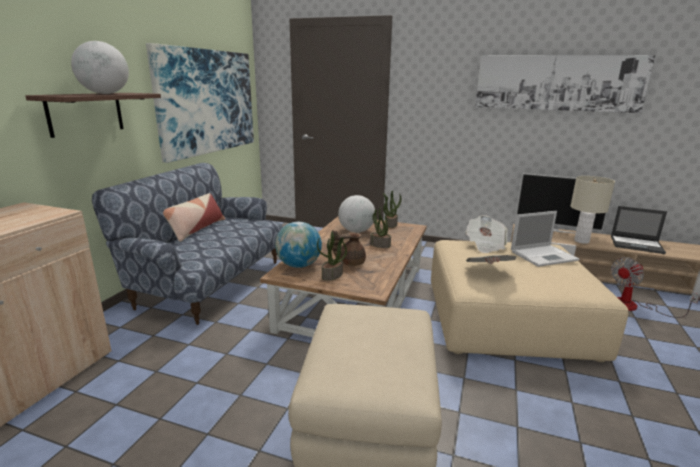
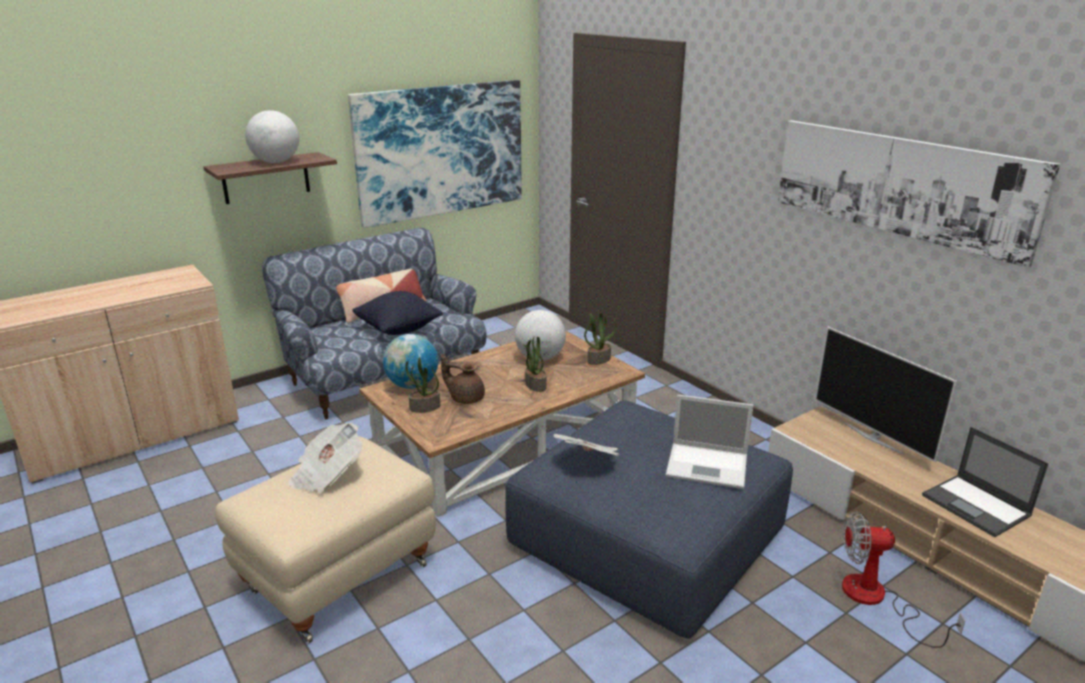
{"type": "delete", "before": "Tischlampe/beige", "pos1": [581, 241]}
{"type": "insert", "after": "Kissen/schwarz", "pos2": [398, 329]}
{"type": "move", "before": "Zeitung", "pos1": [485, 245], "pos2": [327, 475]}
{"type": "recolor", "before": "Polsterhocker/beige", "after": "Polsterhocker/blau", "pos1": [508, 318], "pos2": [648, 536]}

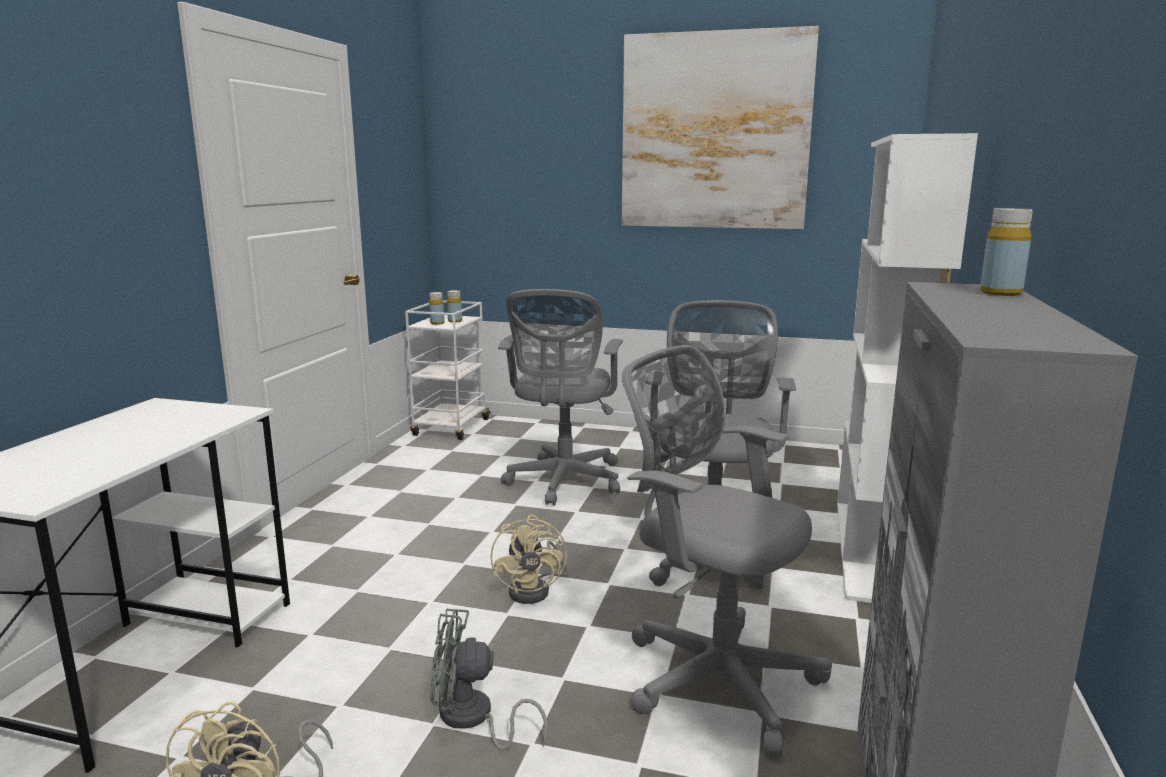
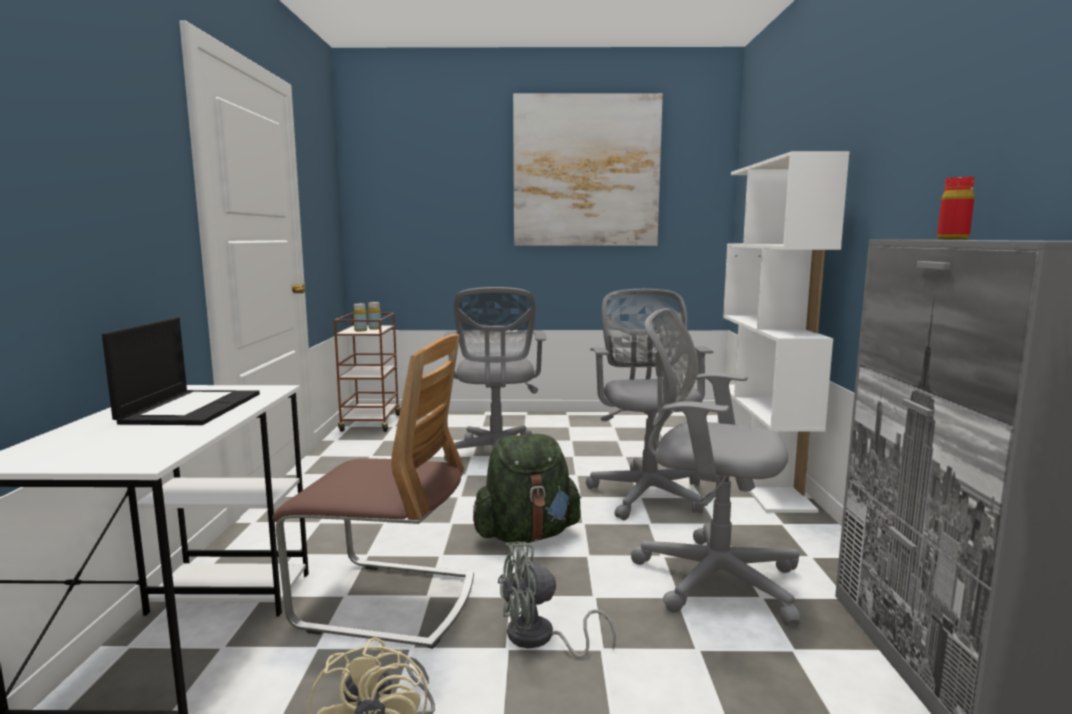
{"type": "insert", "after": "Laptop", "pos2": [191, 408]}
{"type": "insert", "after": "Stuhl", "pos2": [387, 602]}
{"type": "replace", "before": "Ventilator/beige", "after": "Rucksack/grün", "pos1": [536, 590], "pos2": [527, 535]}
{"type": "recolor", "before": "Rollwagen/weiß", "after": "Rollwagen/braun", "pos1": [451, 428], "pos2": [371, 423]}
{"type": "recolor", "before": "Flasche/gelb", "after": "Flasche/rot", "pos1": [1000, 293], "pos2": [952, 239]}

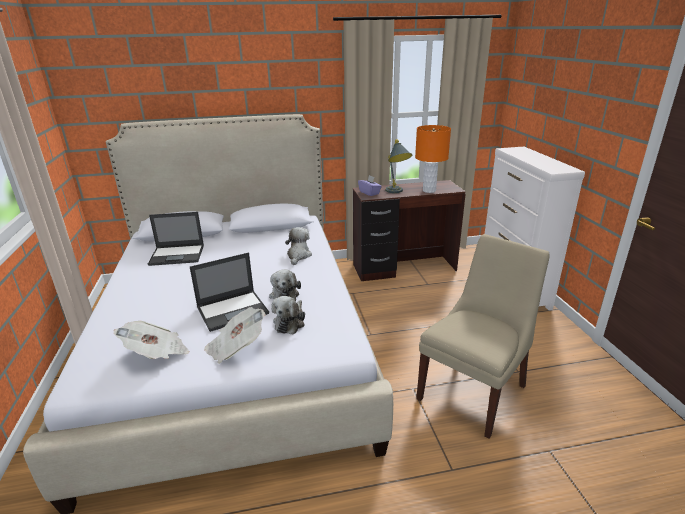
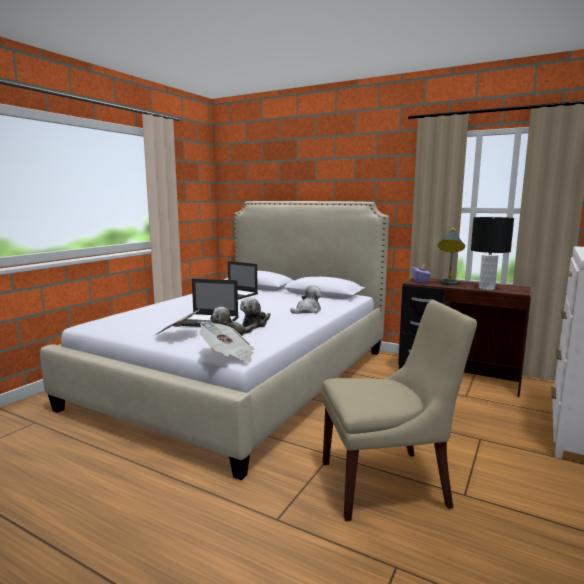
{"type": "move", "before": "Zeitung", "pos1": [157, 353], "pos2": [228, 356]}
{"type": "recolor", "before": "Tischlampe/orange", "after": "Tischlampe/schwarz", "pos1": [429, 190], "pos2": [486, 288]}

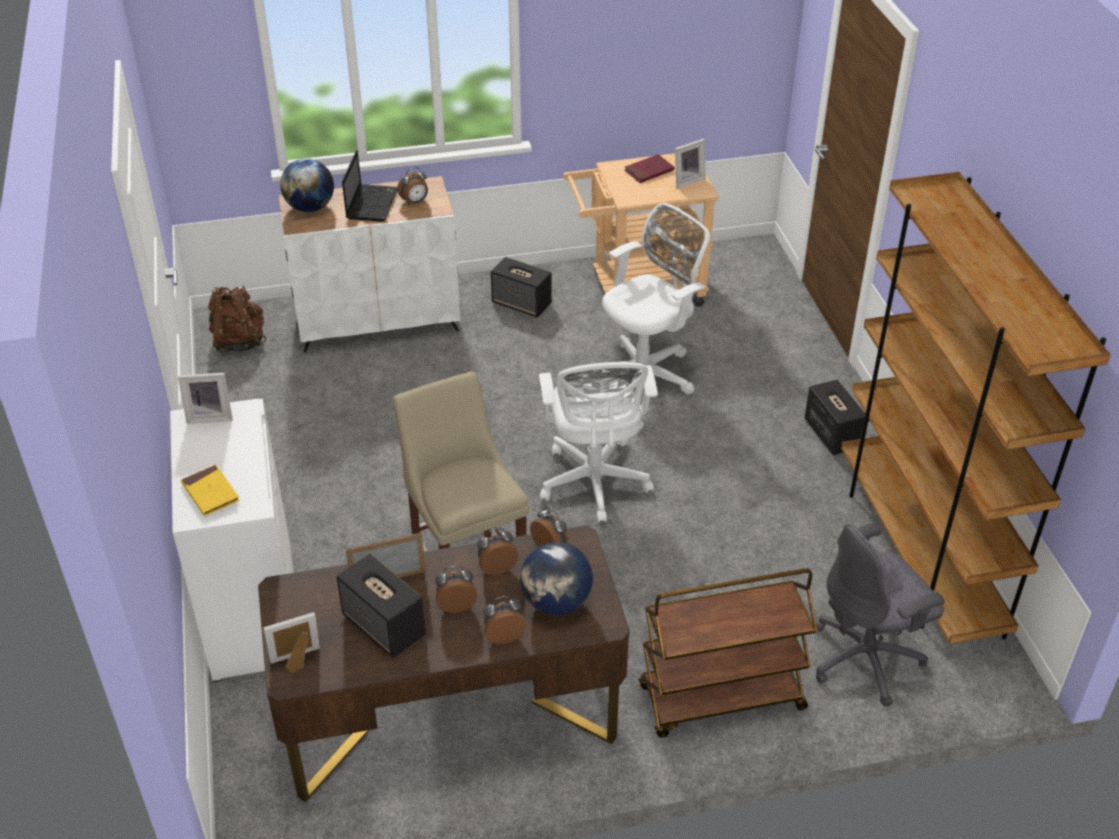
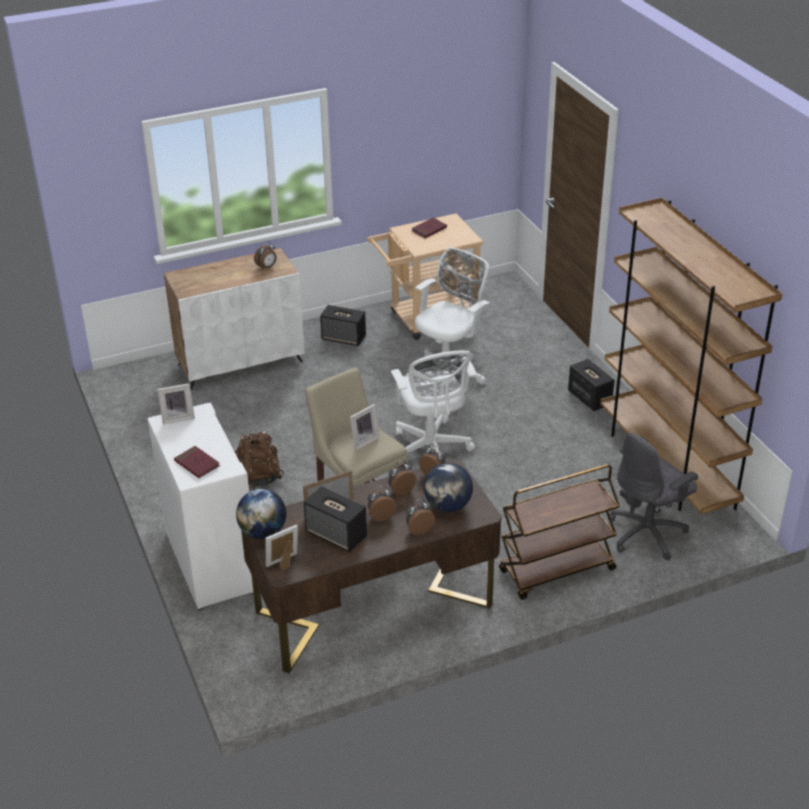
{"type": "delete", "before": "Laptop", "pos1": [372, 203]}
{"type": "move", "before": "Rucksack/braun", "pos1": [239, 341], "pos2": [258, 477]}
{"type": "move", "before": "Globus", "pos1": [310, 207], "pos2": [263, 532]}
{"type": "move", "before": "Bilderrahmen", "pos1": [687, 180], "pos2": [363, 440]}
{"type": "recolor", "before": "Buch/gelb", "after": "Buch/rot", "pos1": [210, 493], "pos2": [197, 464]}

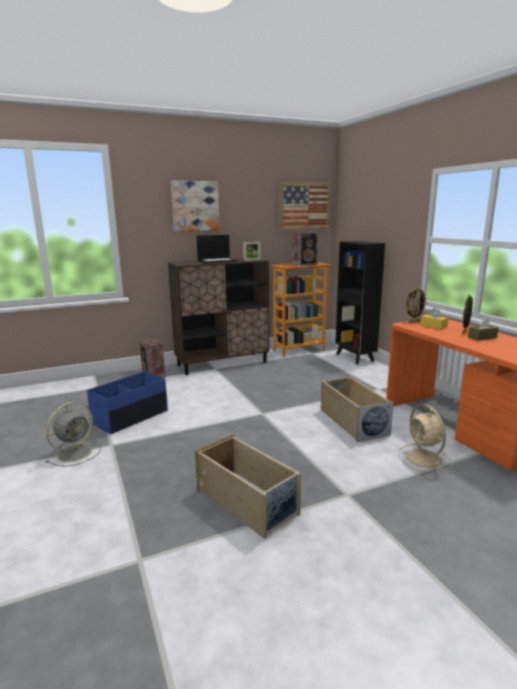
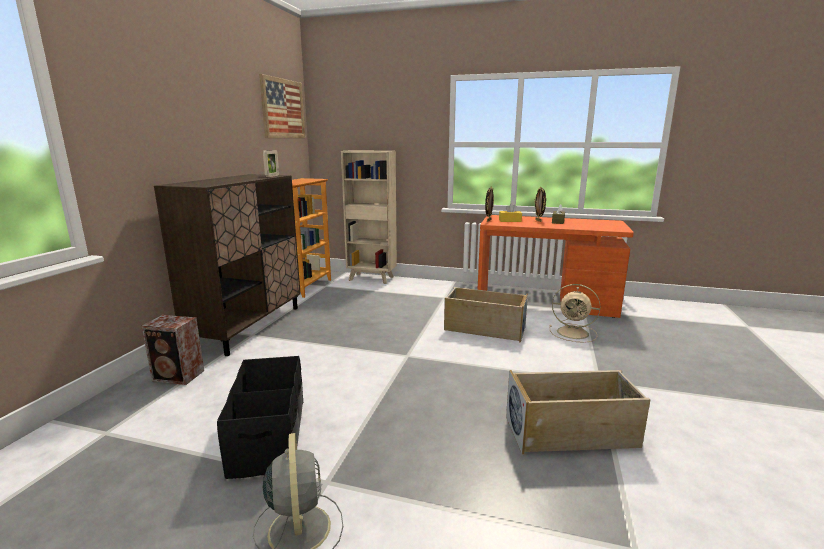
{"type": "delete", "before": "Bild", "pos1": [195, 206]}
{"type": "delete", "before": "Laptop", "pos1": [217, 261]}
{"type": "delete", "before": "Lautsprecher", "pos1": [305, 264]}
{"type": "recolor", "before": "Aufbewahrungsbox/blau", "after": "Aufbewahrungsbox/schwarz", "pos1": [130, 417], "pos2": [269, 436]}
{"type": "recolor", "before": "Bücherregal/schwarz", "after": "Bücherregal/beige", "pos1": [355, 358], "pos2": [372, 279]}

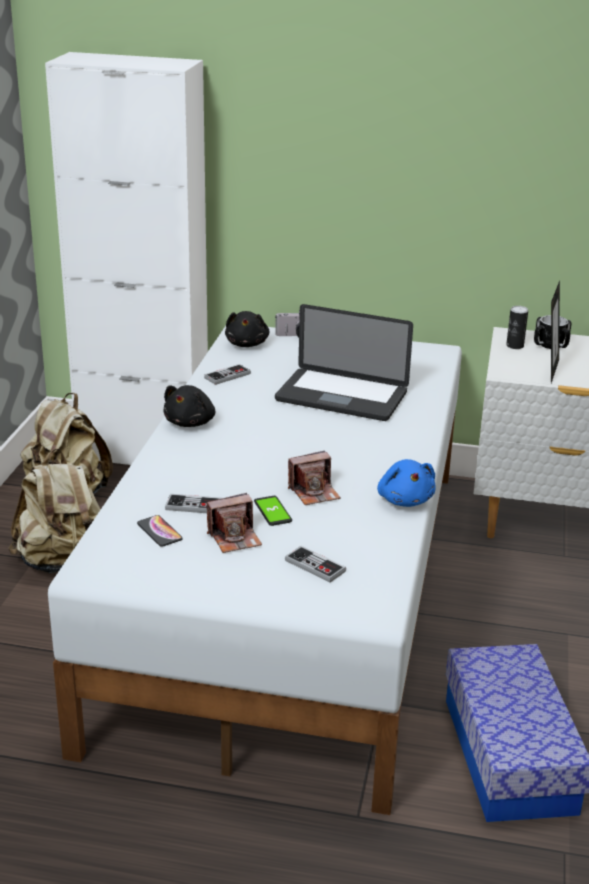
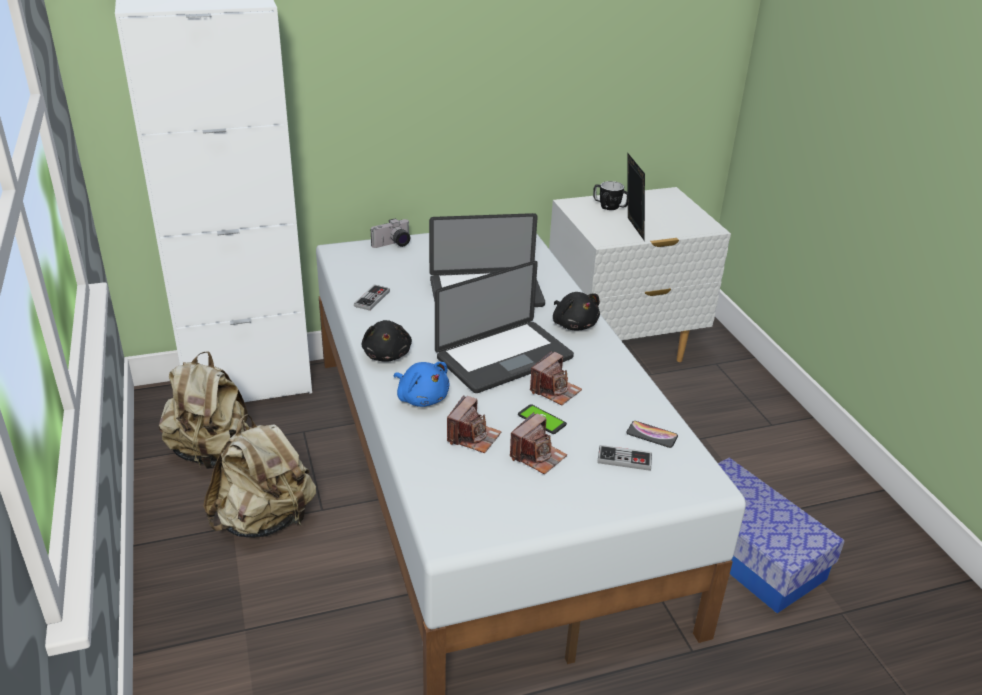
{"type": "delete", "before": "Dose", "pos1": [515, 346]}
{"type": "insert", "after": "Laptop", "pos2": [504, 358]}
{"type": "move", "before": "Handy", "pos1": [159, 531], "pos2": [651, 435]}
{"type": "move", "before": "Plüschtier/schwarz", "pos1": [247, 344], "pos2": [574, 324]}
{"type": "move", "before": "Plüschtier/blau", "pos1": [405, 499], "pos2": [421, 398]}
{"type": "replace", "before": "Gamepad", "after": "Kamera", "pos1": [194, 506], "pos2": [473, 437]}

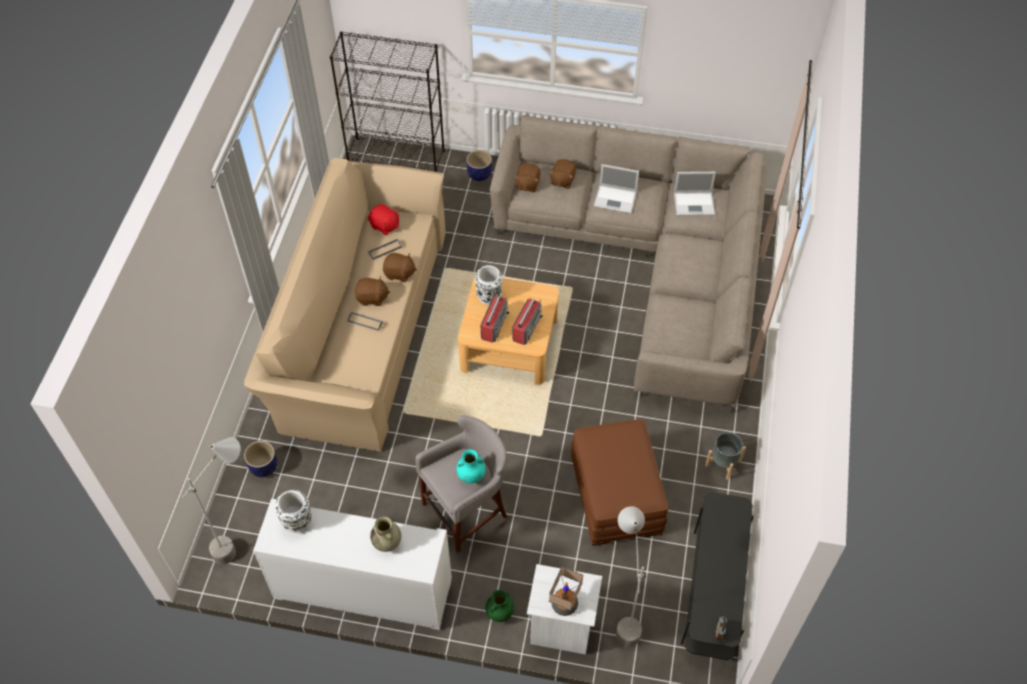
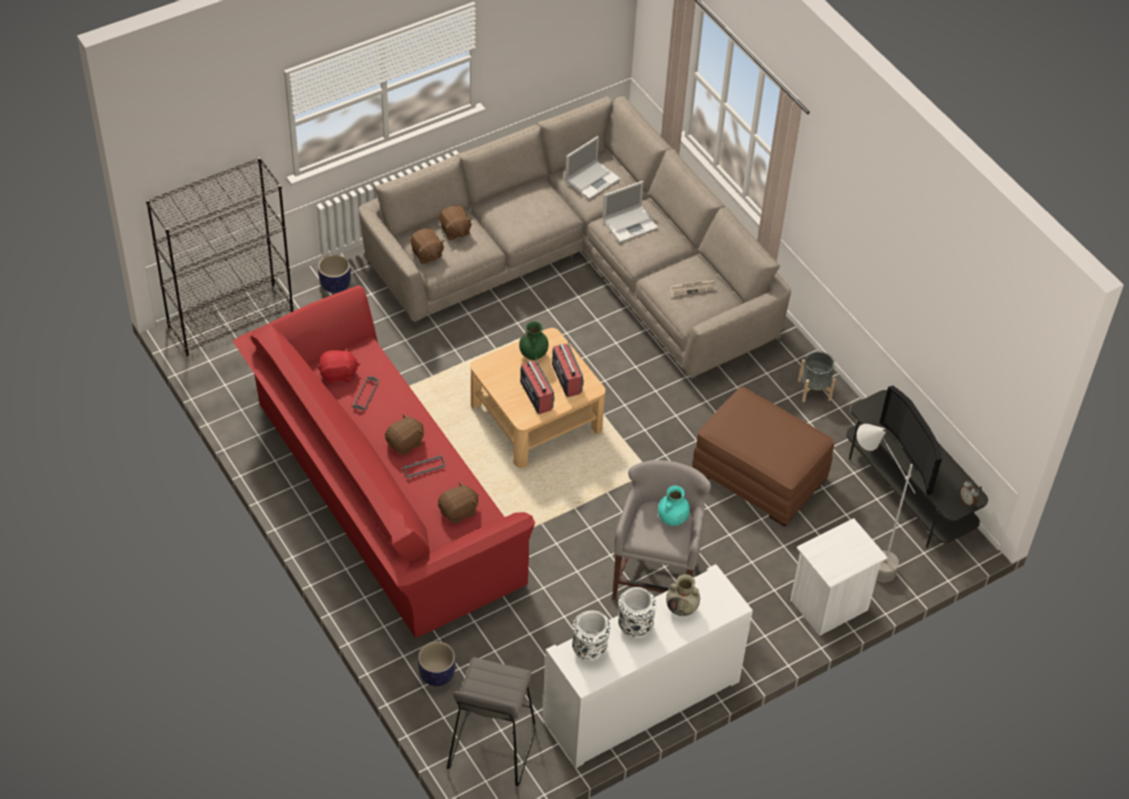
{"type": "delete", "before": "Tischlampe", "pos1": [564, 604]}
{"type": "insert", "after": "Zeitung", "pos2": [692, 289]}
{"type": "insert", "after": "Fernseher", "pos2": [916, 456]}
{"type": "move", "before": "Plüschtier/braun", "pos1": [399, 273], "pos2": [458, 511]}
{"type": "move", "before": "Vase/weiß", "pos1": [489, 295], "pos2": [634, 625]}
{"type": "move", "before": "Vase/grün", "pos1": [499, 613], "pos2": [533, 354]}
{"type": "move", "before": "Laptop", "pos1": [616, 199], "pos2": [630, 223]}
{"type": "replace", "before": "Stehlampe/grau", "after": "Hocker/grau", "pos1": [241, 541], "pos2": [491, 748]}
{"type": "recolor", "before": "Sofa/beige", "after": "Sofa/rot", "pos1": [357, 326], "pos2": [379, 496]}

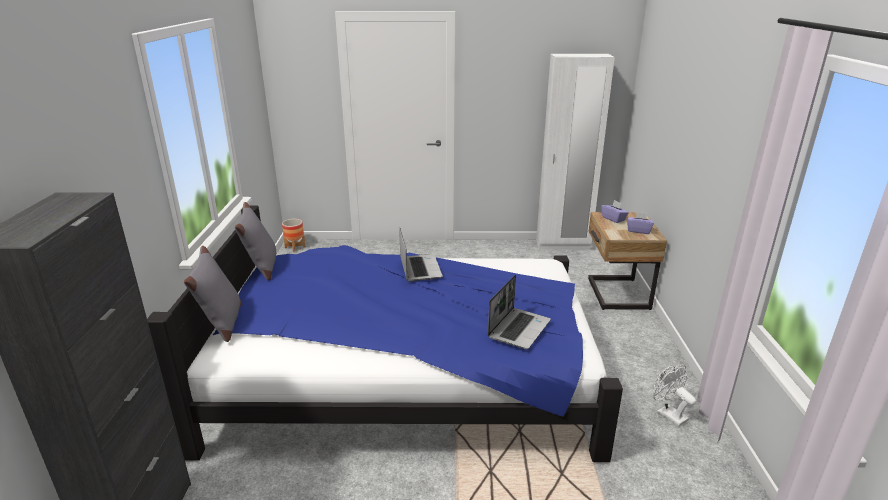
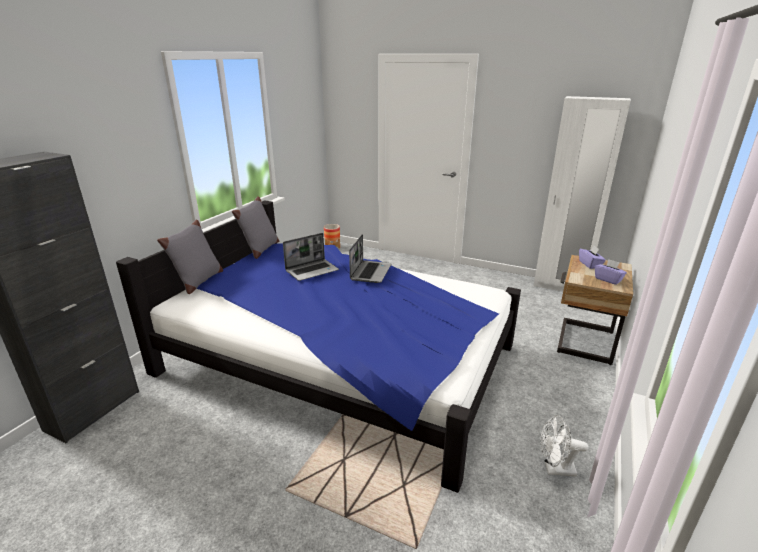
{"type": "move", "before": "Laptop", "pos1": [519, 329], "pos2": [312, 270]}
{"type": "rotate", "before": "Ventilator/weiß", "pos1": [668, 414], "pos2": [555, 469], "turn": -75}

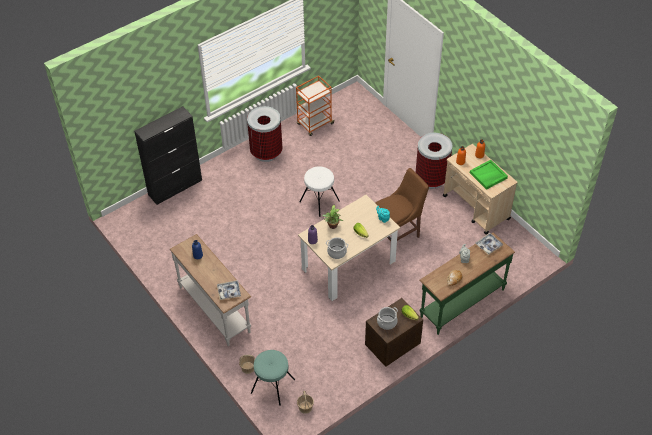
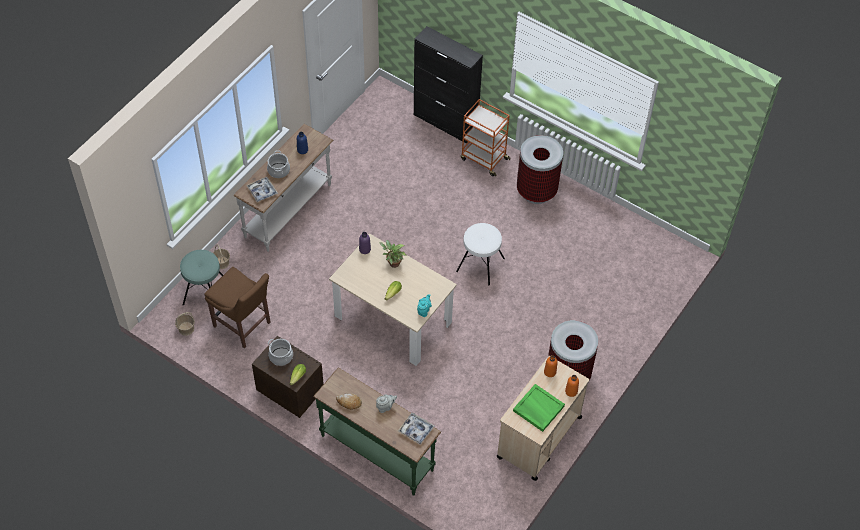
{"type": "move", "before": "Rollwagen/orange", "pos1": [315, 124], "pos2": [483, 159]}
{"type": "move", "before": "Kochtopf", "pos1": [337, 252], "pos2": [279, 170]}
{"type": "move", "before": "Stuhl/braun", "pos1": [399, 233], "pos2": [244, 326]}

